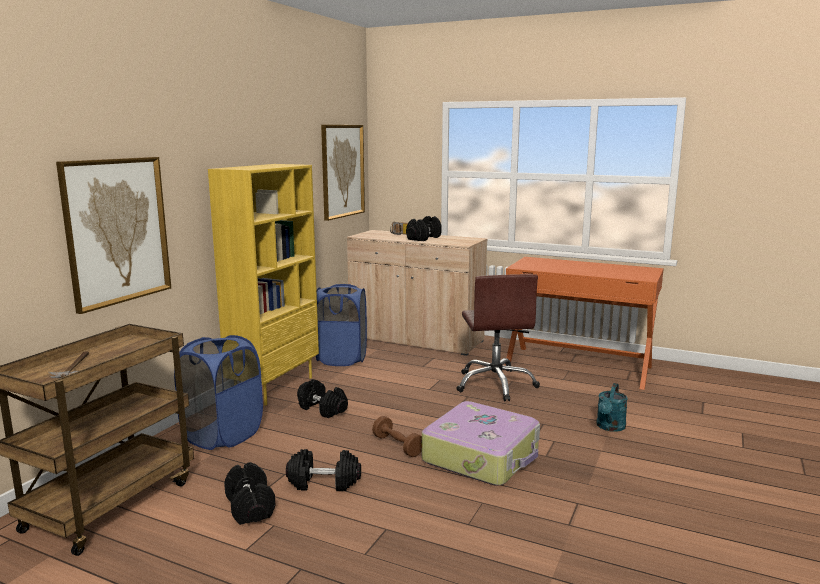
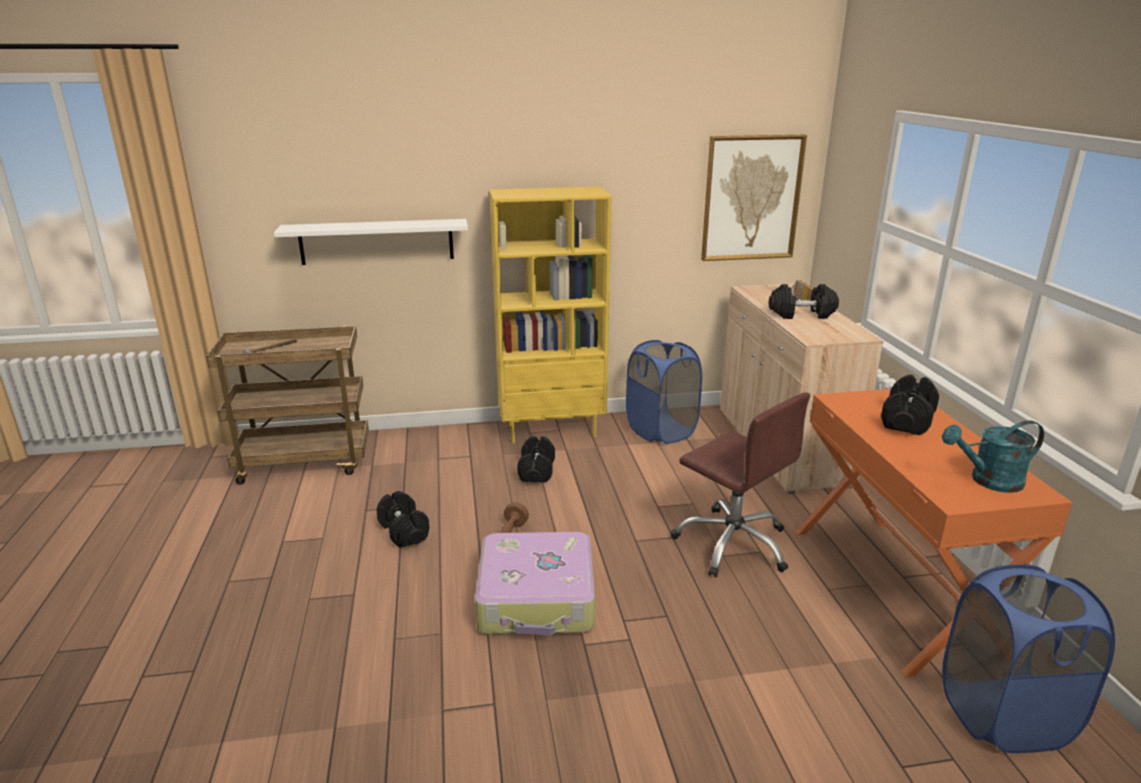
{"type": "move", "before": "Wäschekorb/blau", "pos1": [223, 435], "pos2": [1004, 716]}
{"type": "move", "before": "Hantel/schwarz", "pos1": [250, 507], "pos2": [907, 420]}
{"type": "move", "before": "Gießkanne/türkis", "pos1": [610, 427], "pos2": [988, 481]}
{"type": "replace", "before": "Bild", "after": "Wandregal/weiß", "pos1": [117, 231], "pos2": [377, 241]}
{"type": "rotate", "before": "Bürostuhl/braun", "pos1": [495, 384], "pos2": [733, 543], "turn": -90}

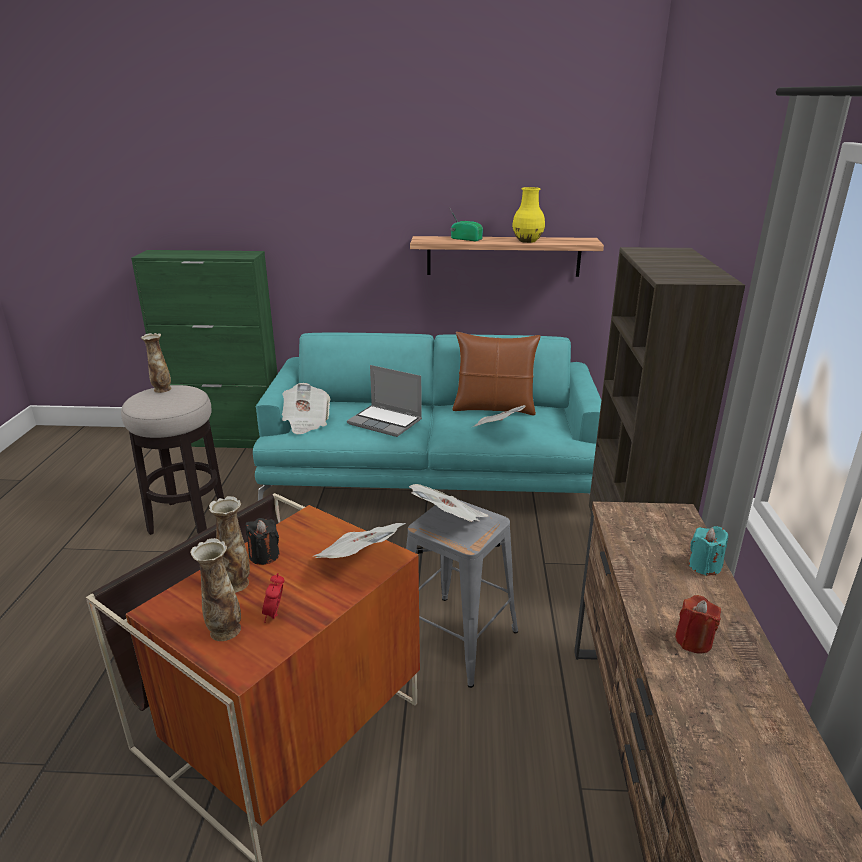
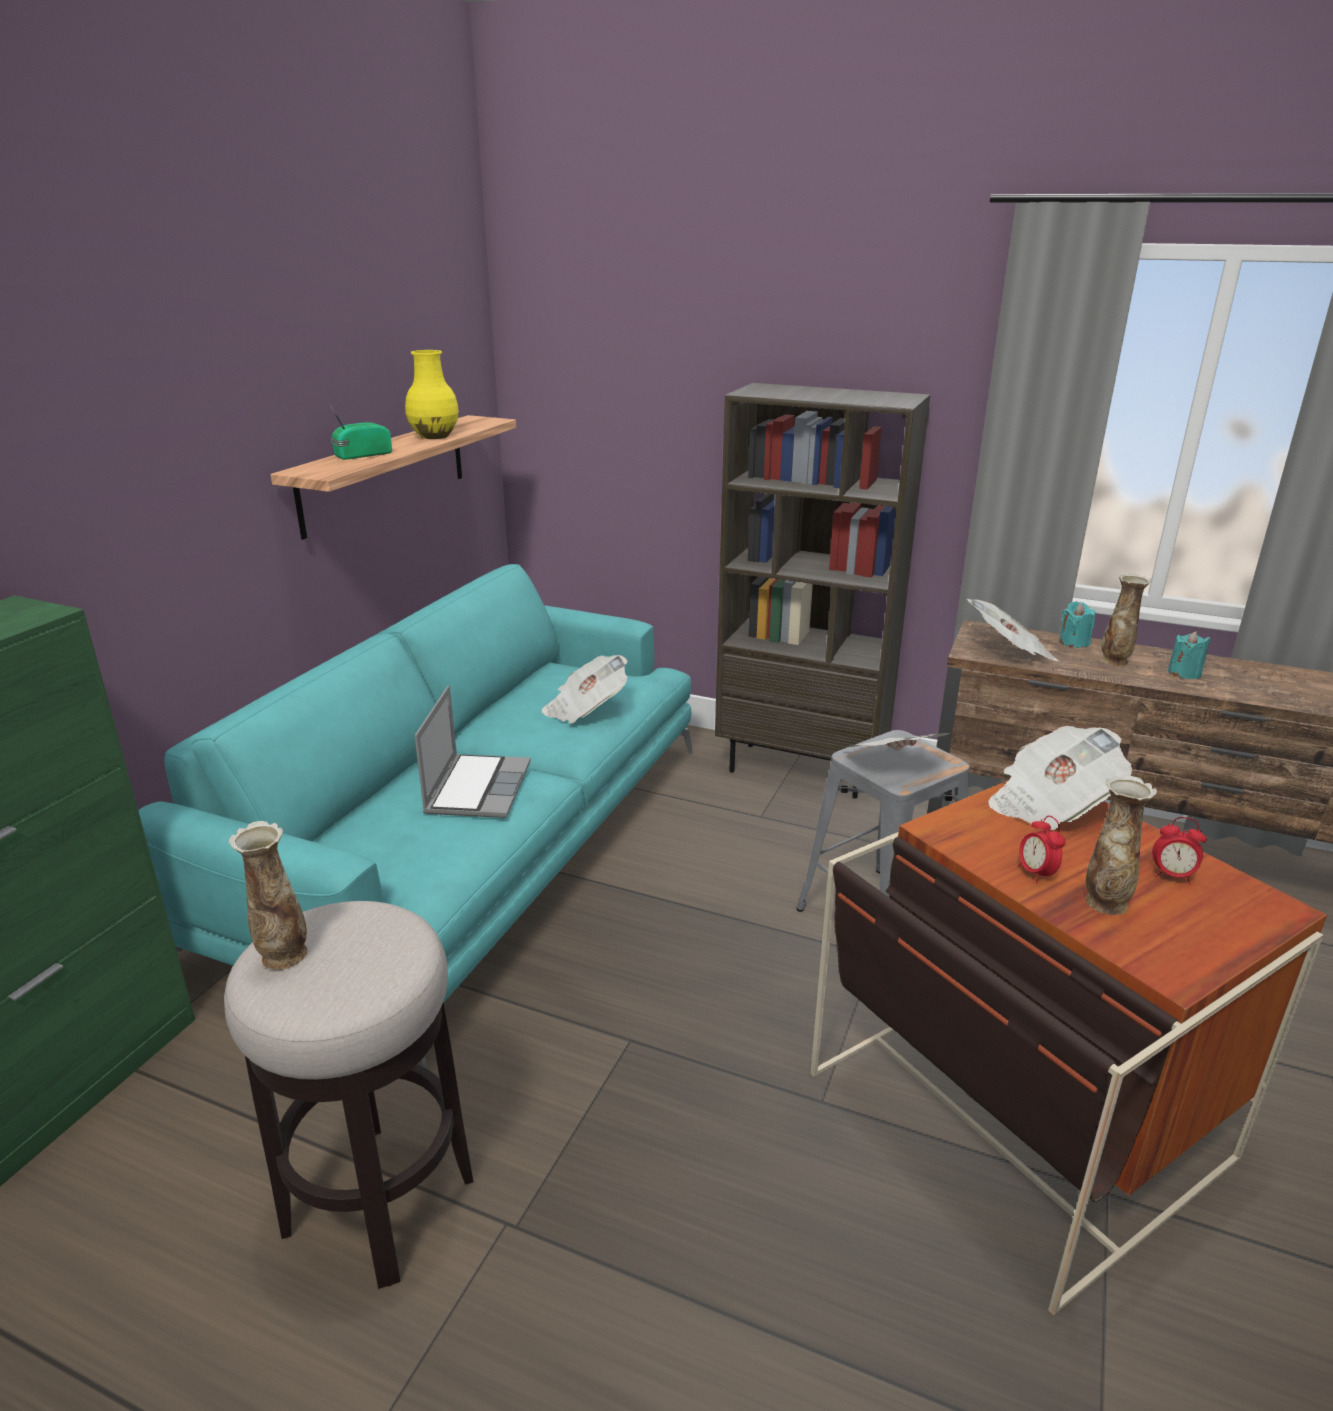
{"type": "delete", "before": "Kissen/braun", "pos1": [494, 408]}
{"type": "move", "before": "Vase", "pos1": [224, 631], "pos2": [1115, 661]}
{"type": "move", "before": "Zeitung", "pos1": [305, 422], "pos2": [1009, 653]}
{"type": "replace", "before": "Kerze/schwarz", "after": "Wecker", "pos1": [264, 556], "pos2": [1036, 873]}
{"type": "recolor", "before": "Kerze/rot", "after": "Kerze/türkis", "pos1": [693, 641], "pos2": [1184, 673]}
{"type": "rotate", "before": "Laptop", "pos1": [386, 422], "pos2": [477, 788], "turn": -45}

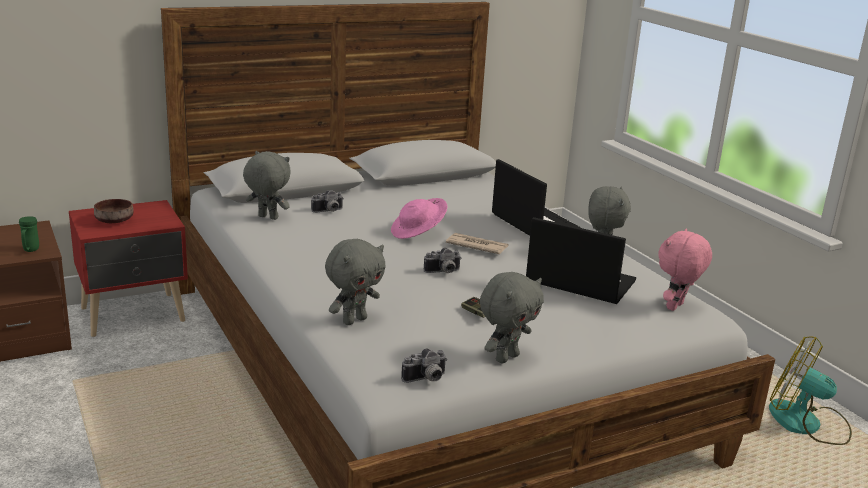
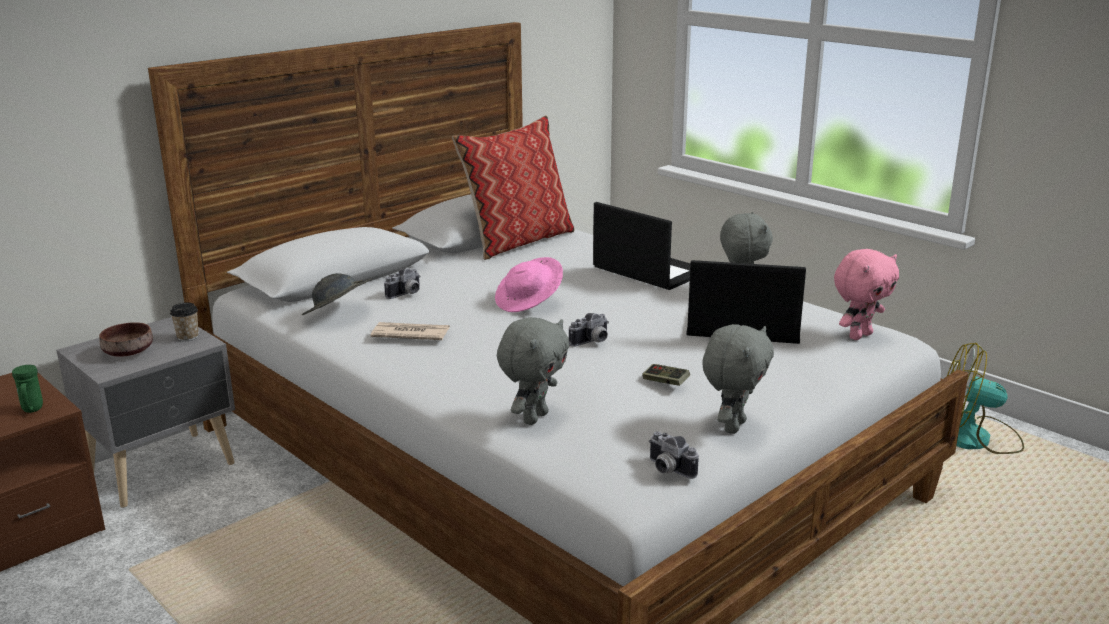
{"type": "insert", "after": "Tasse", "pos2": [188, 337]}
{"type": "insert", "after": "Kissen", "pos2": [518, 241]}
{"type": "move", "before": "Zeitung", "pos1": [476, 246], "pos2": [410, 334]}
{"type": "replace", "before": "Plüschtier/grau", "after": "Hut/grau", "pos1": [267, 218], "pos2": [338, 314]}
{"type": "recolor", "before": "Nachttisch/rot", "after": "Nachttisch/grau", "pos1": [135, 315], "pos2": [165, 469]}
{"type": "rotate", "before": "Kamera", "pos1": [426, 379], "pos2": [667, 470], "turn": 90}
{"type": "rotate", "before": "Plüschtier/rosa", "pos1": [676, 307], "pos2": [859, 335], "turn": -150}

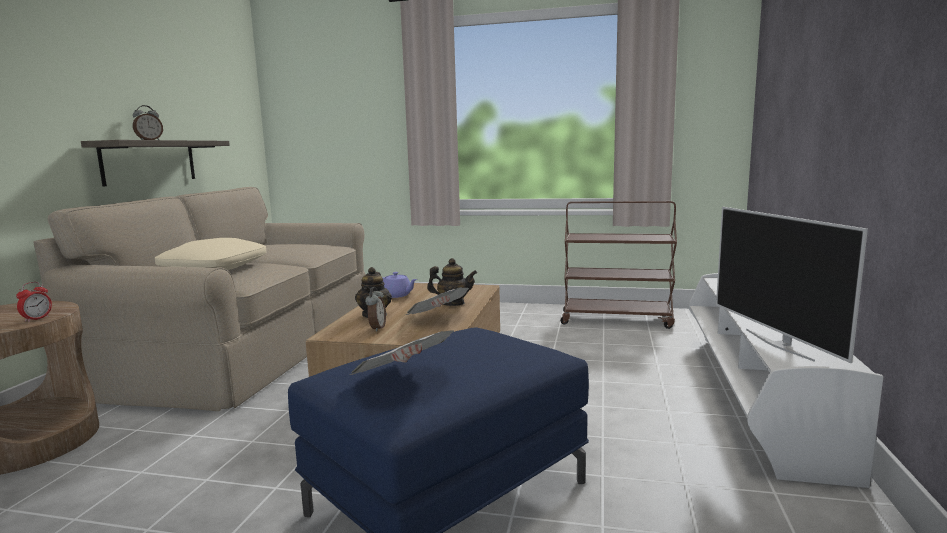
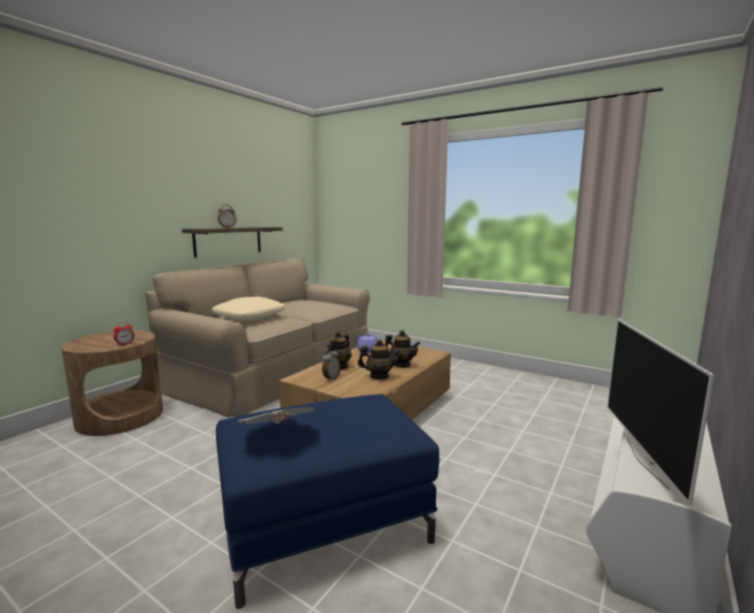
{"type": "delete", "before": "Rollwagen/braun", "pos1": [616, 319]}
{"type": "replace", "before": "Zeitung", "after": "Teekanne", "pos1": [437, 318], "pos2": [379, 376]}

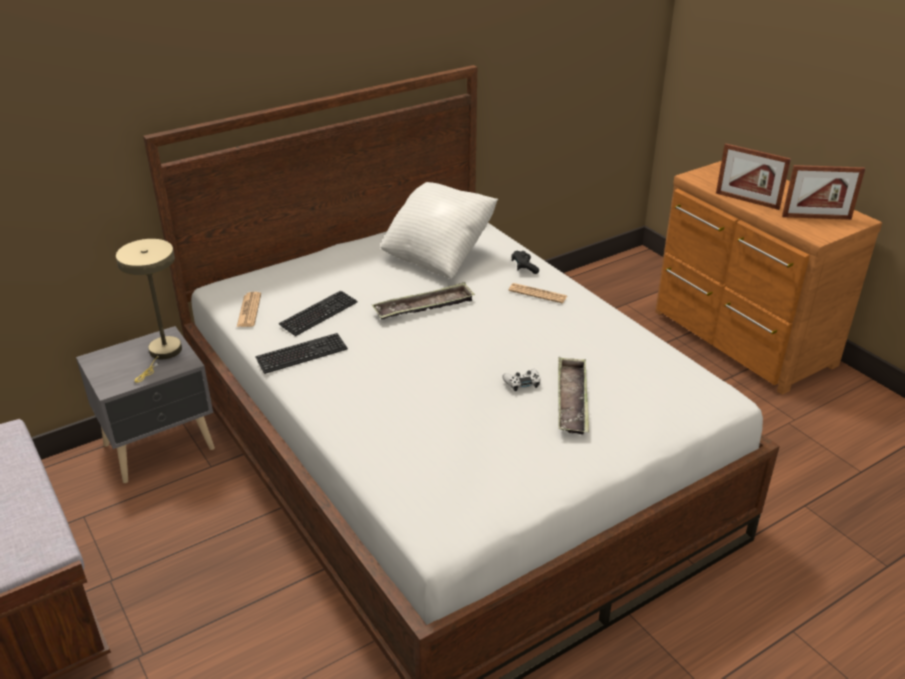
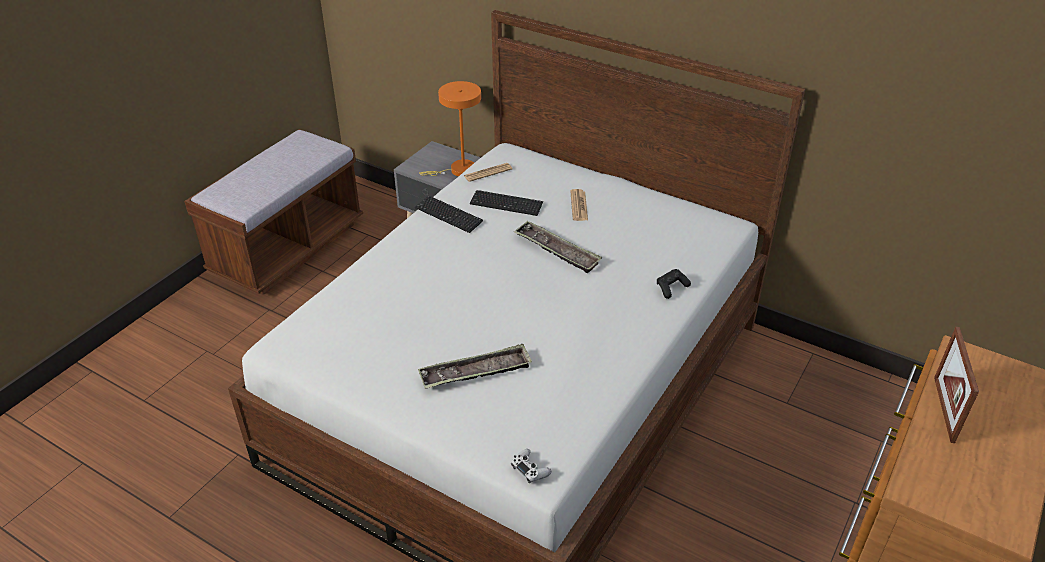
{"type": "delete", "before": "Kissen/weiß", "pos1": [438, 257]}
{"type": "delete", "before": "Bilderrahmen", "pos1": [816, 217]}
{"type": "move", "before": "Gamepad/weiß", "pos1": [522, 383], "pos2": [530, 469]}
{"type": "move", "before": "Zeitung", "pos1": [537, 294], "pos2": [579, 206]}
{"type": "recolor", "before": "Tischlampe/beige", "after": "Tischlampe/orange", "pos1": [163, 354], "pos2": [458, 171]}

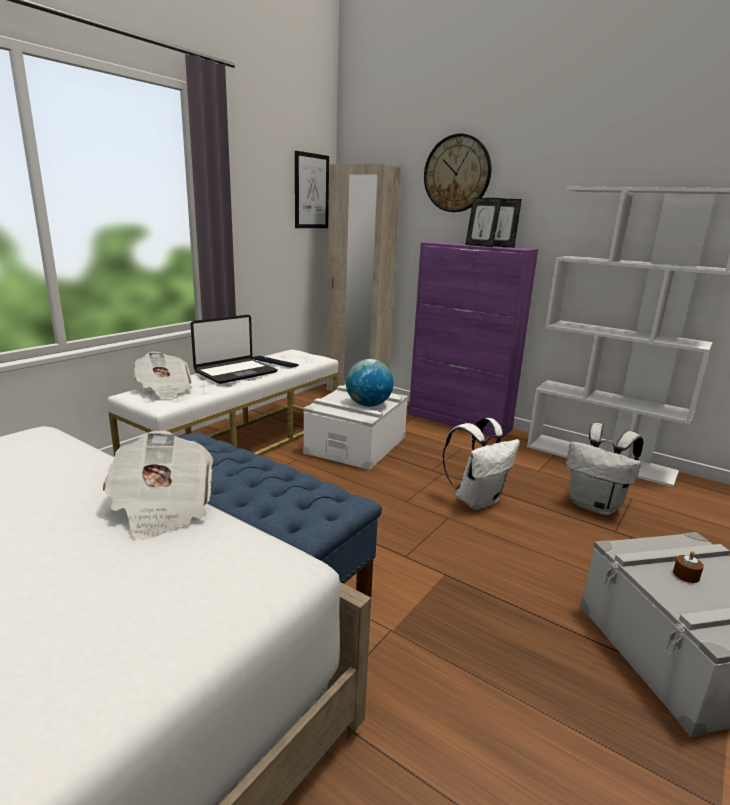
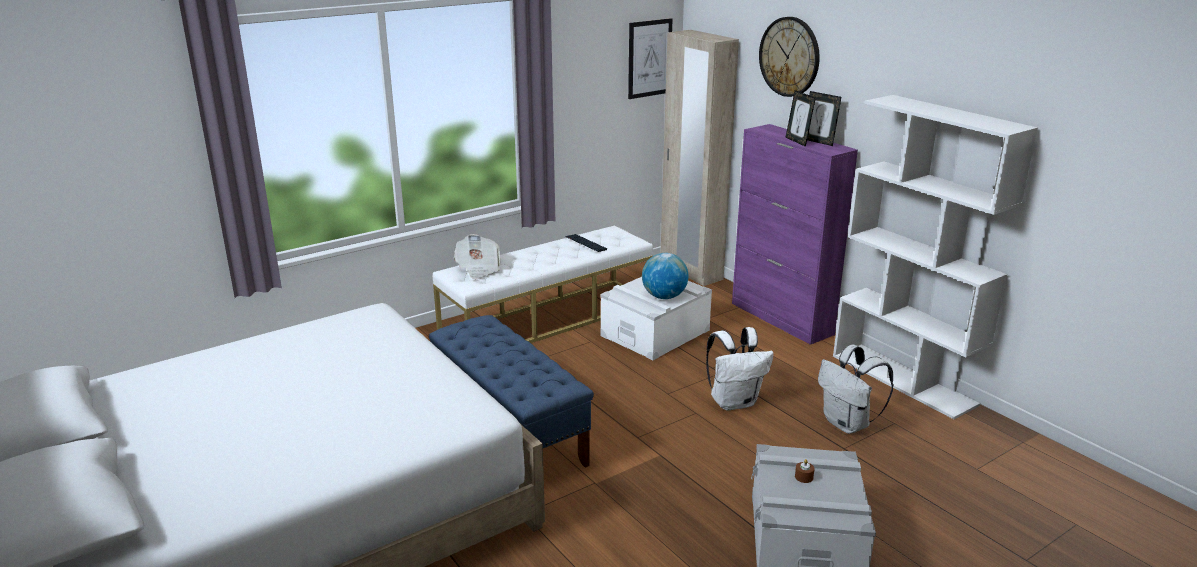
{"type": "delete", "before": "Zeitung", "pos1": [162, 508]}
{"type": "delete", "before": "Laptop", "pos1": [235, 372]}

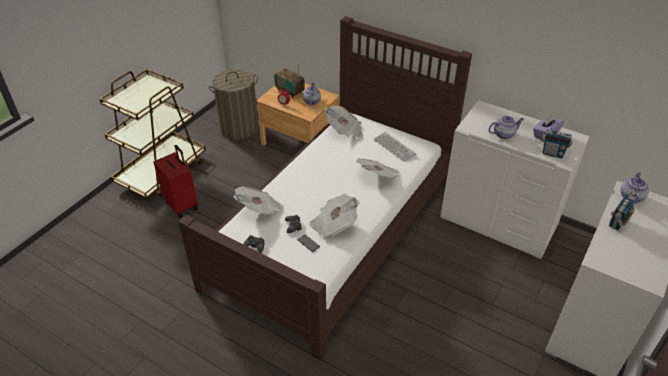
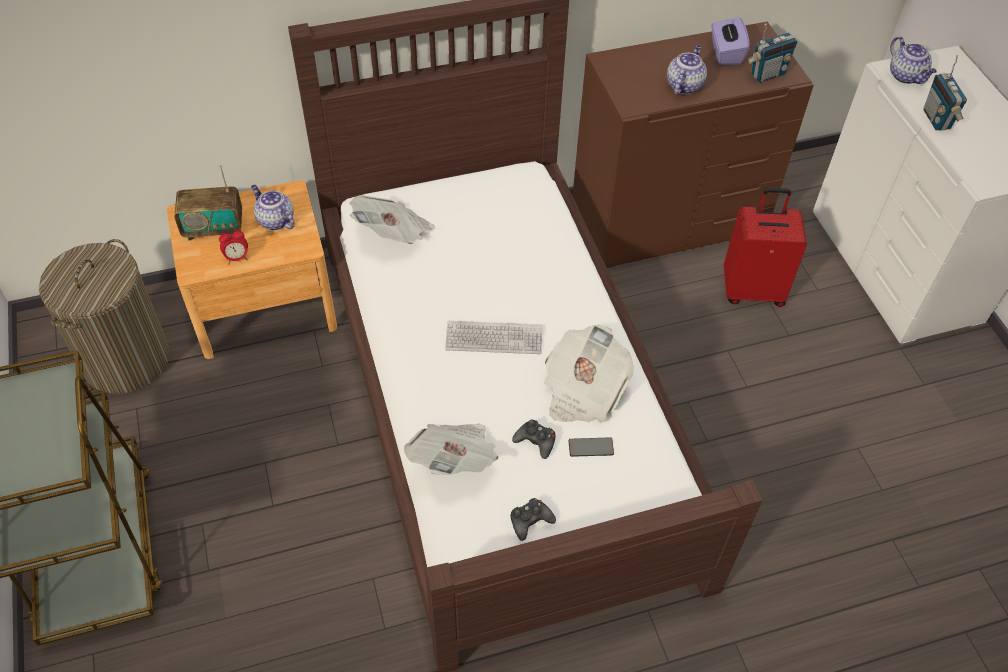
{"type": "delete", "before": "Zeitung", "pos1": [378, 177]}
{"type": "move", "before": "Koffer/rot", "pos1": [182, 205], "pos2": [752, 289]}
{"type": "move", "before": "Tastatur", "pos1": [394, 147], "pos2": [494, 339]}
{"type": "recolor", "before": "Kommode/weiß", "after": "Kommode/braun", "pos1": [499, 221], "pos2": [667, 219]}

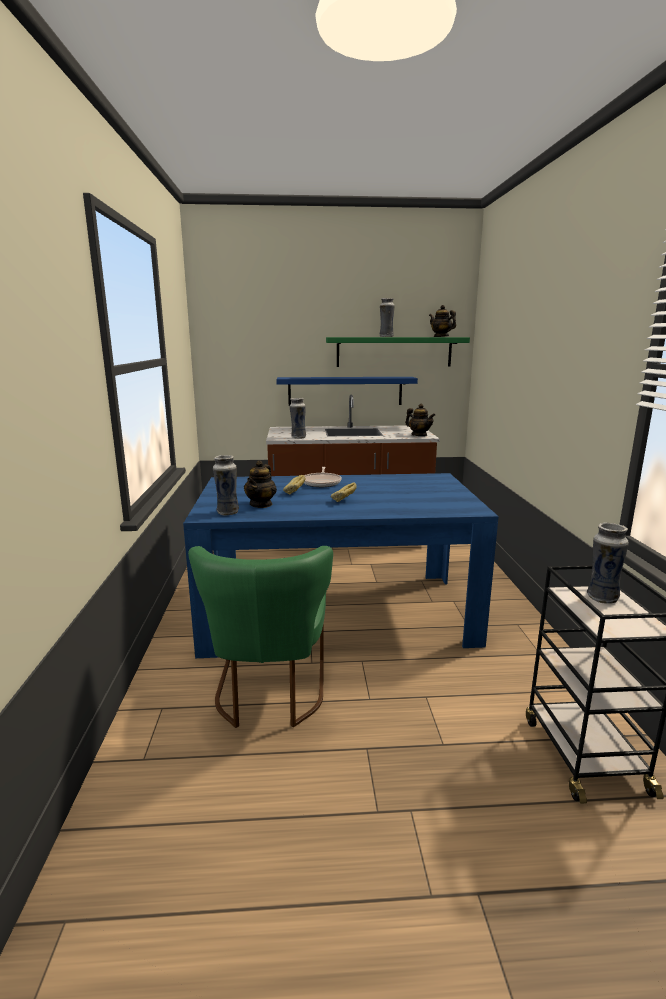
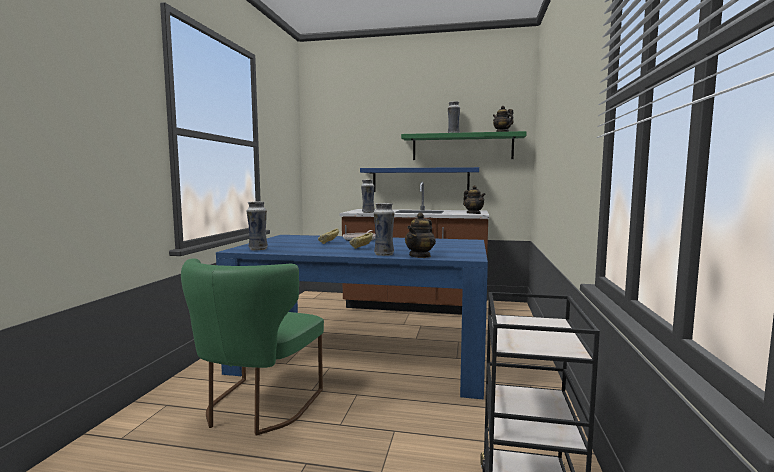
{"type": "move", "before": "Teekanne", "pos1": [261, 504], "pos2": [420, 256]}
{"type": "move", "before": "Vase", "pos1": [601, 597], "pos2": [384, 254]}

